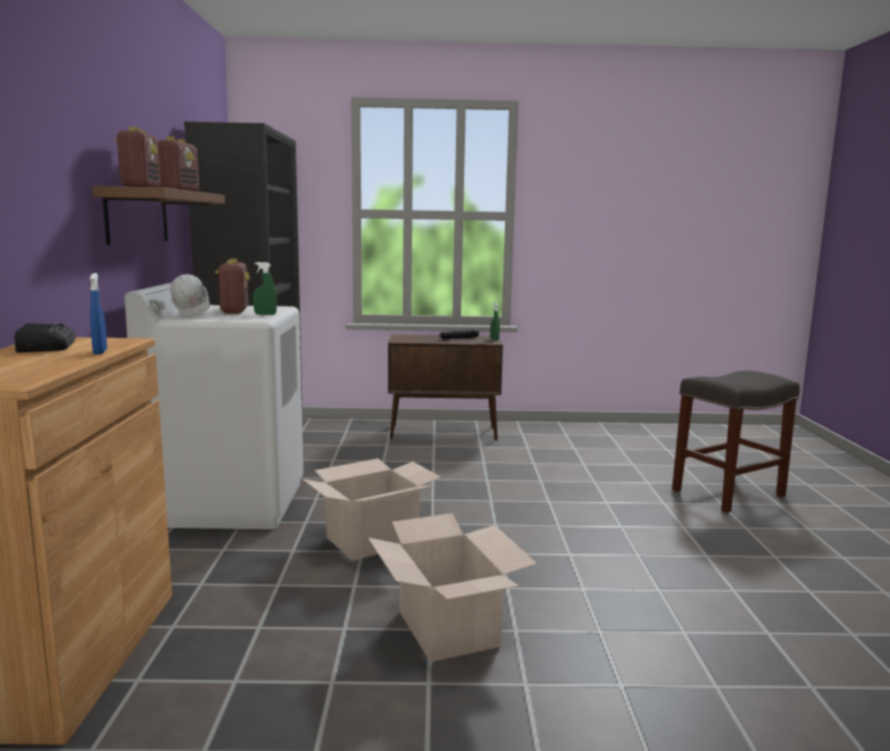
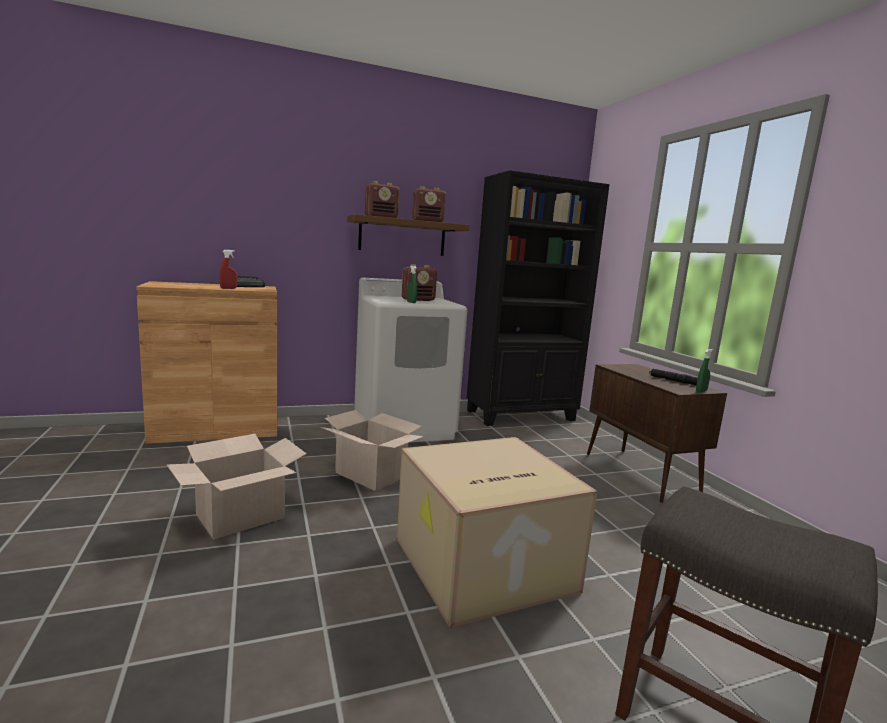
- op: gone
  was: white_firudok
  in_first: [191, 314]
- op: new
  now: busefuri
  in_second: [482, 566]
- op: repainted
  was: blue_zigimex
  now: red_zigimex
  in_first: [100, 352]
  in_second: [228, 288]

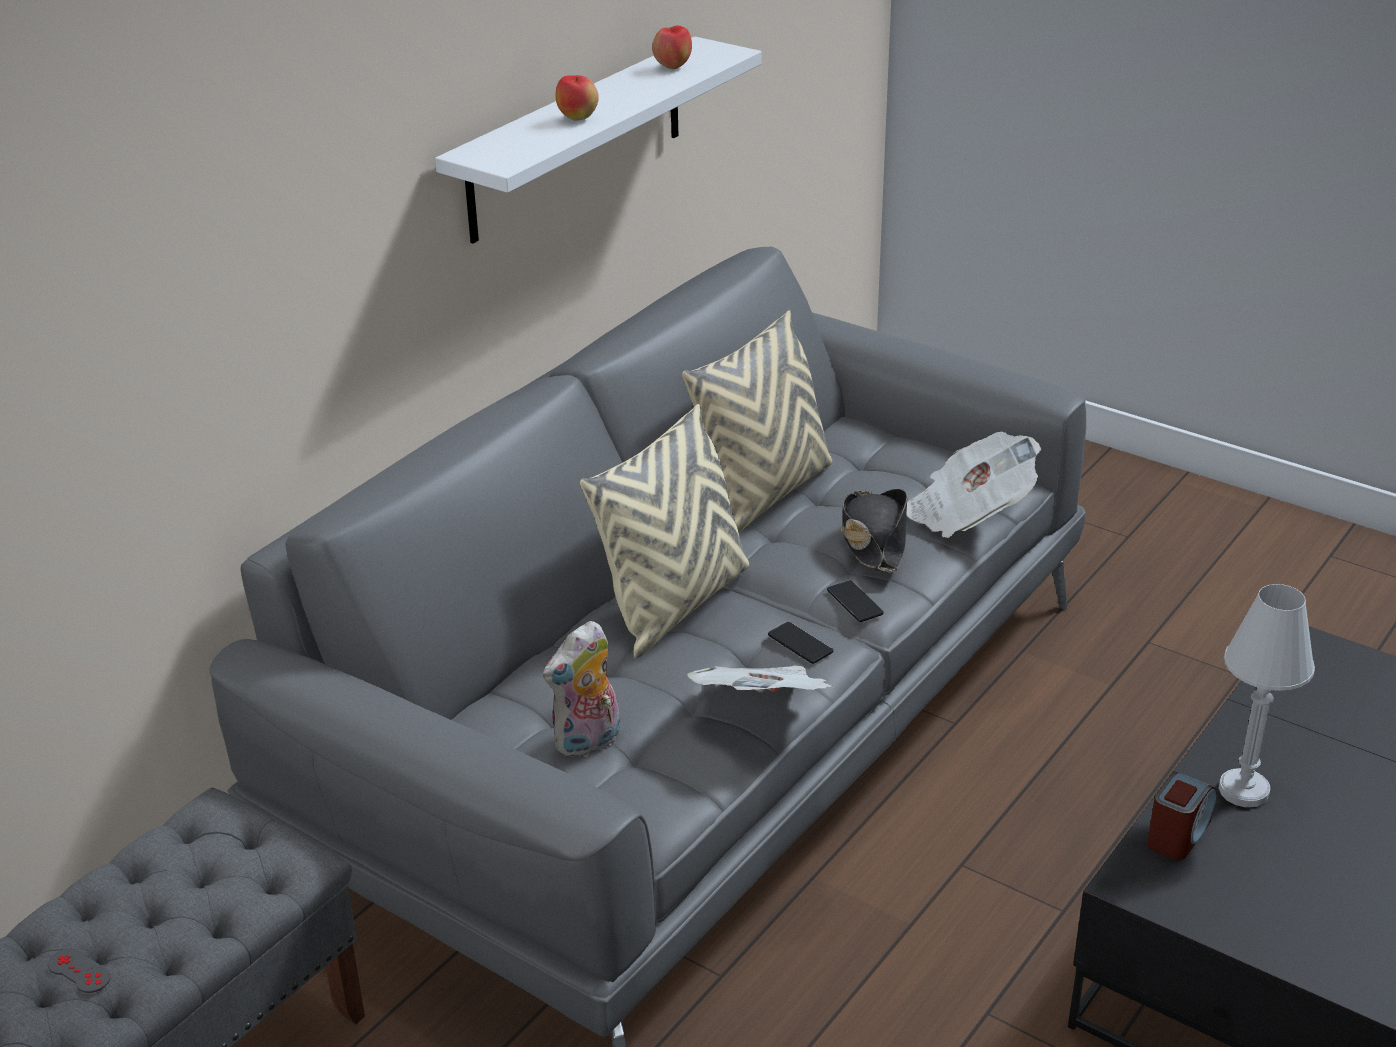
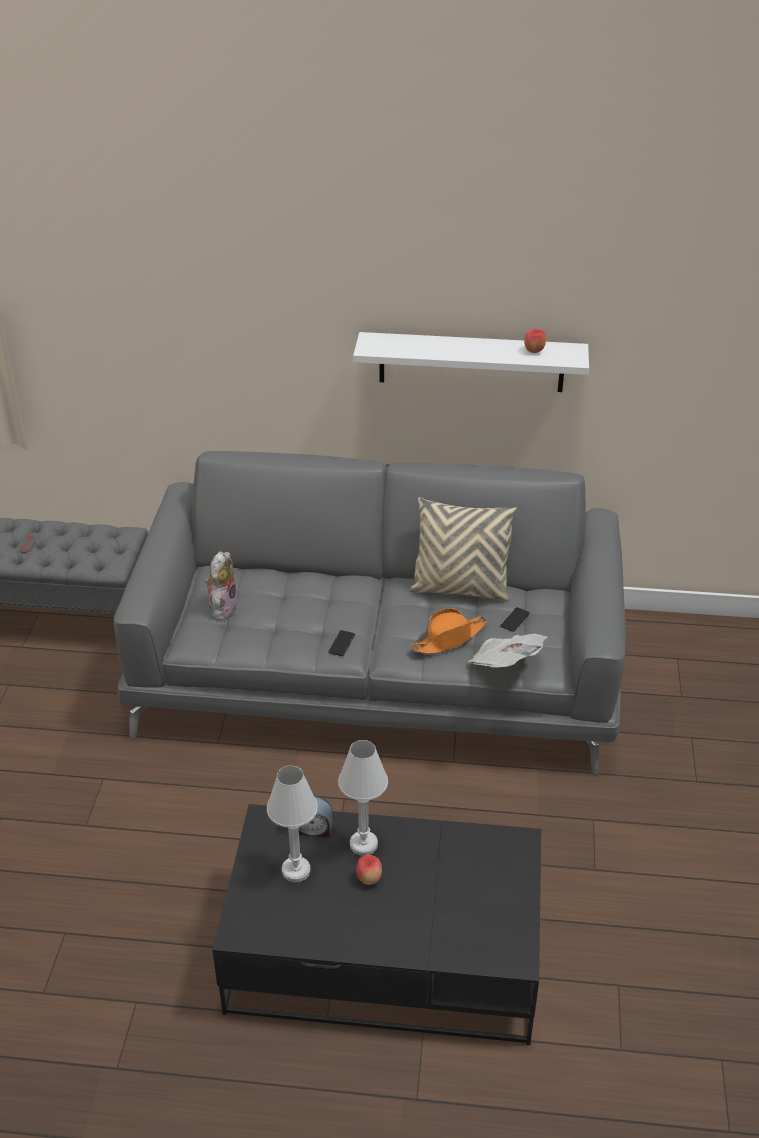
- op: gone
  was: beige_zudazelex
  in_first: [674, 604]
- op: gone
  was: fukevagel
  in_first: [763, 708]
- op: new
  now: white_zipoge
  in_second: [296, 870]
- op: shifted
  was: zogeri
  in_first: [578, 118]
  in_second: [369, 879]
- op: shifted
  was: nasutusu
  in_first: [855, 602]
  in_second: [515, 620]
- op: repainted
  was: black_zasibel
  now: orange_zasibel
  in_first: [873, 540]
  in_second: [449, 638]
- op: rotated
  was: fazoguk
  in_first: [588, 743]
  in_second: [222, 607]
  clockwise: 90

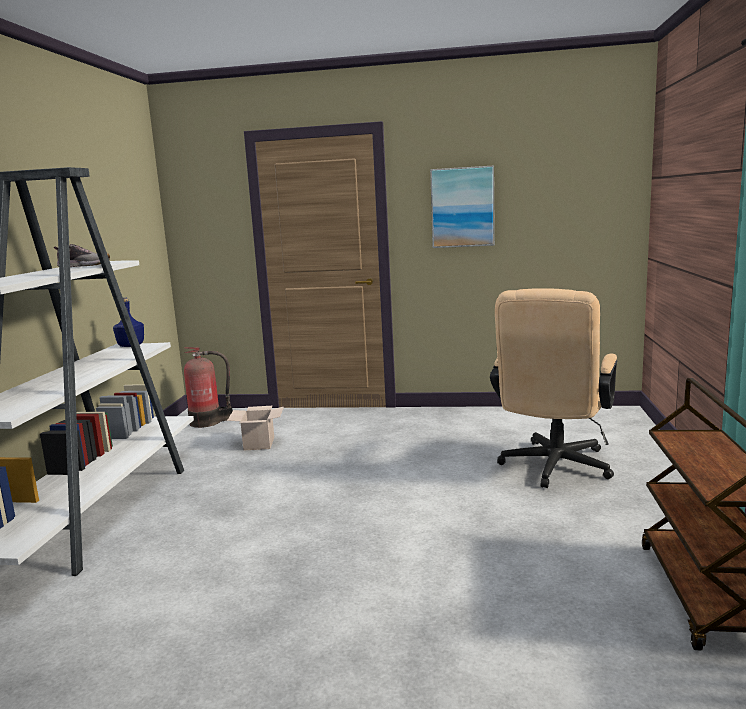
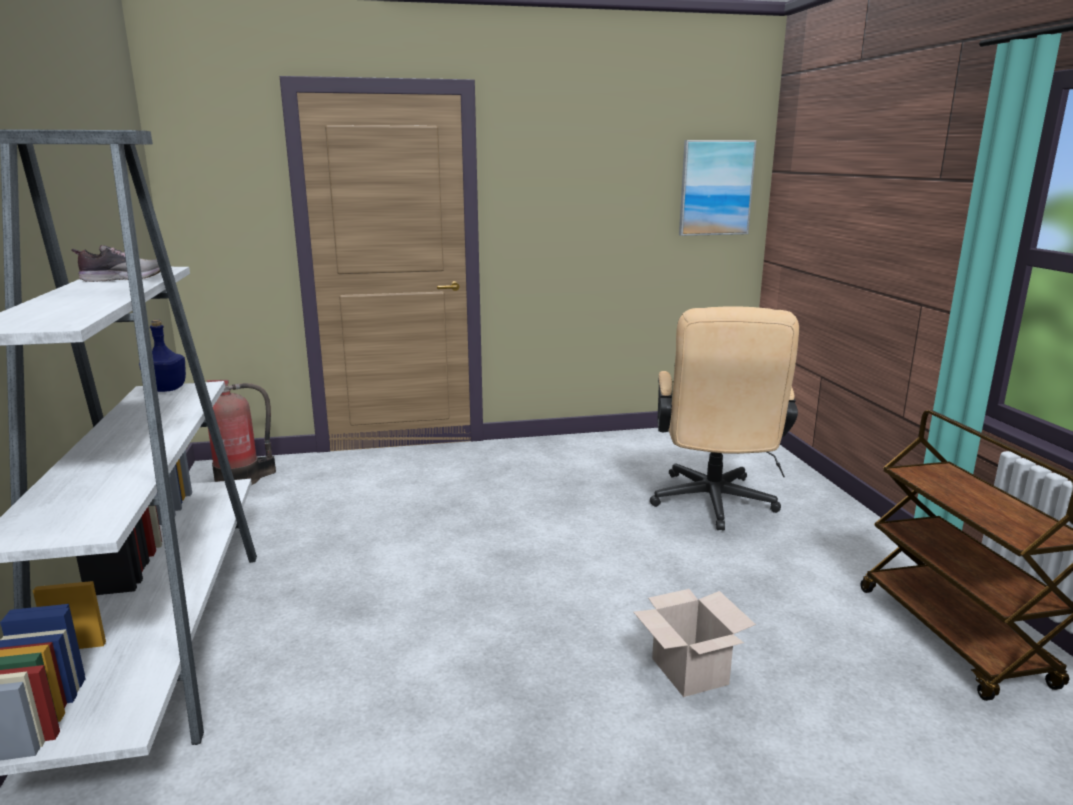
- op: shifted
  was: busefuri
  in_first: [258, 443]
  in_second: [687, 670]
- op: shifted
  was: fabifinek
  in_first: [462, 207]
  in_second: [715, 188]

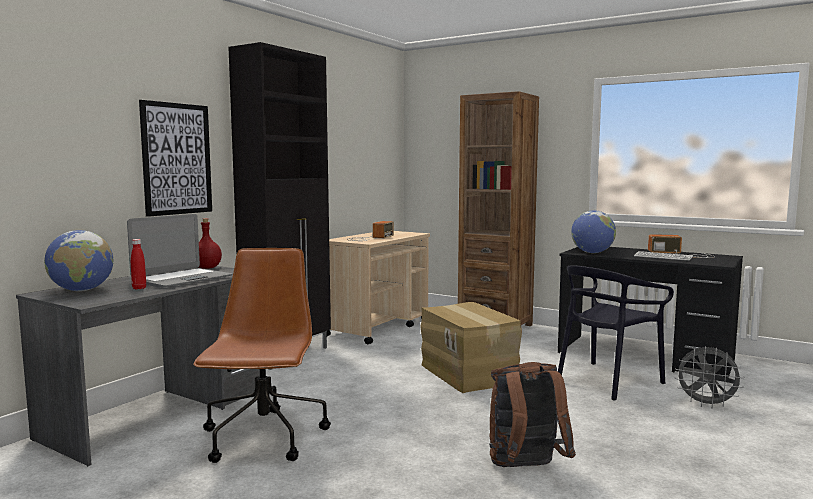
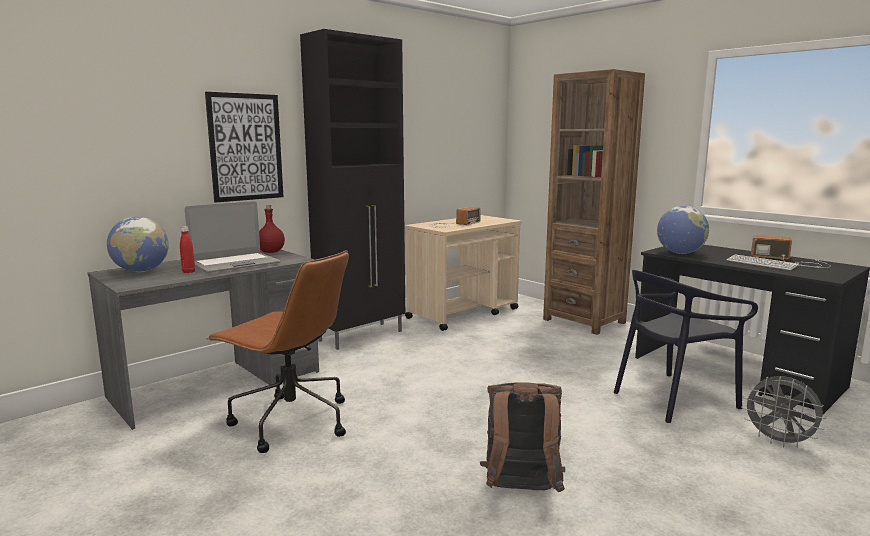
- op: gone
  was: busefuri
  in_first: [469, 373]
- op: rotated
  was: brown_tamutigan
  in_first: [264, 438]
  in_second: [289, 421]
  clockwise: 105

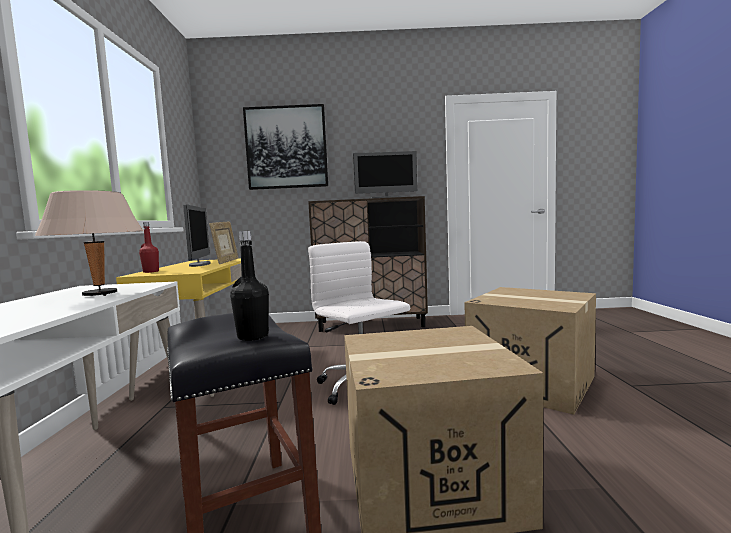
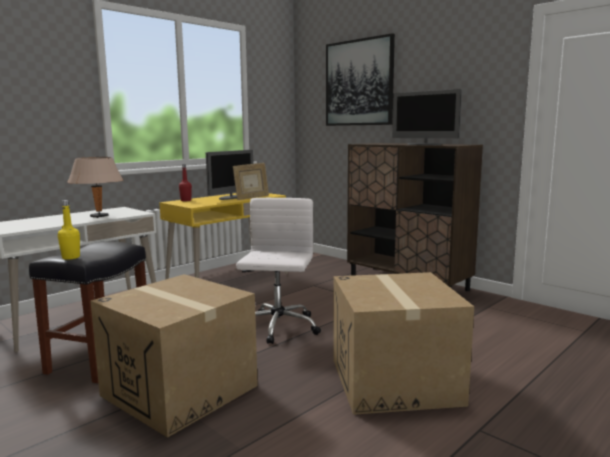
- op: repainted
  was: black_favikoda
  now: yellow_favikoda
  in_first: [253, 336]
  in_second: [71, 257]

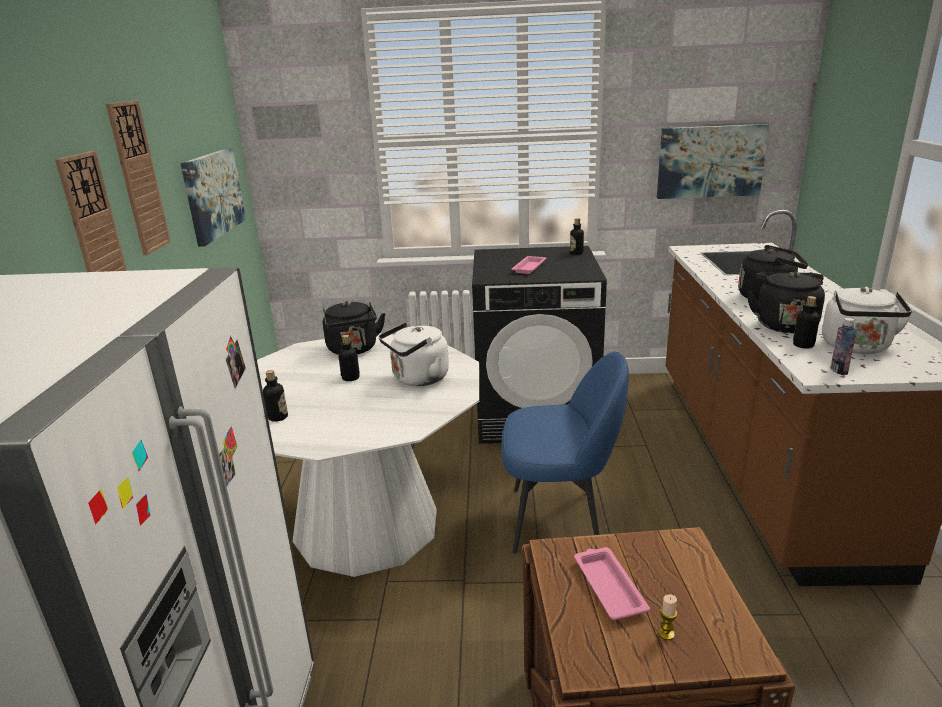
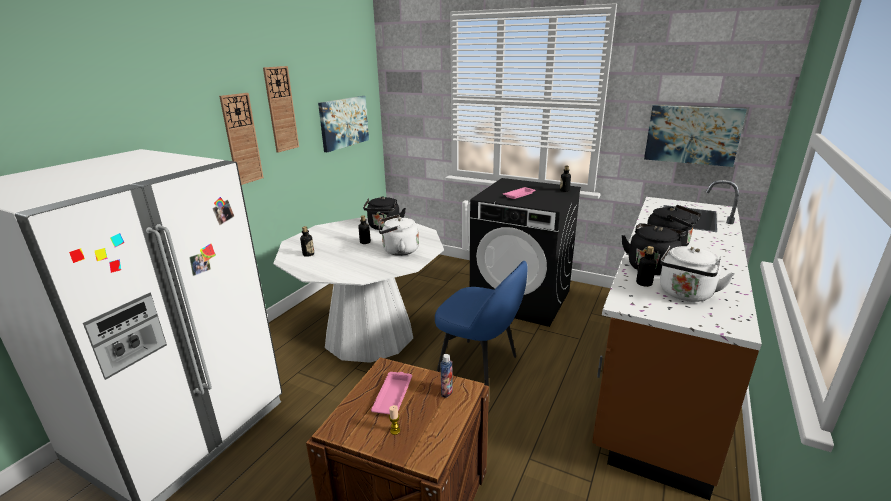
- op: shifted
  was: favikoda
  in_first: [838, 370]
  in_second: [446, 392]

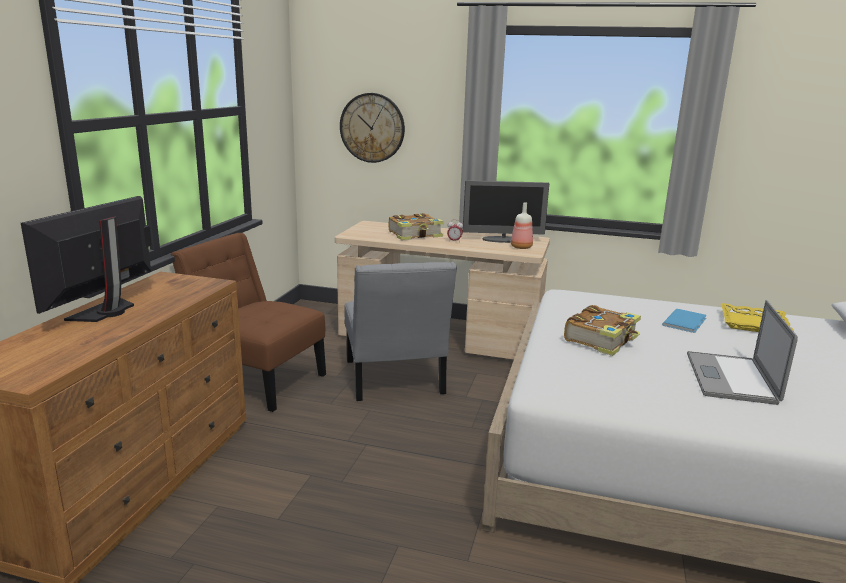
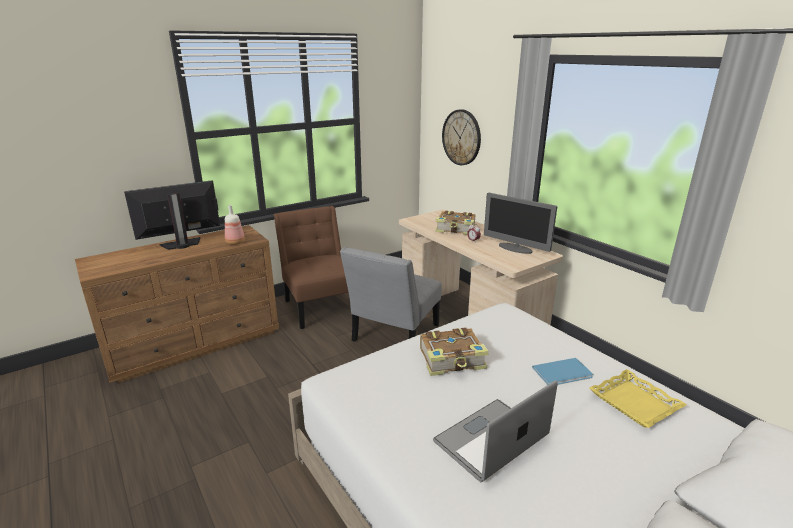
- op: shifted
  was: favikoda
  in_first: [520, 247]
  in_second: [235, 242]

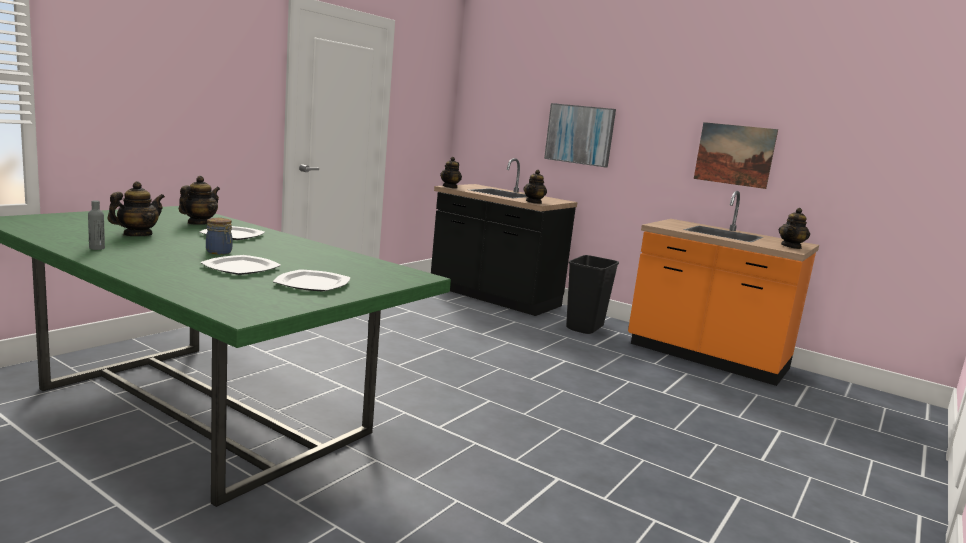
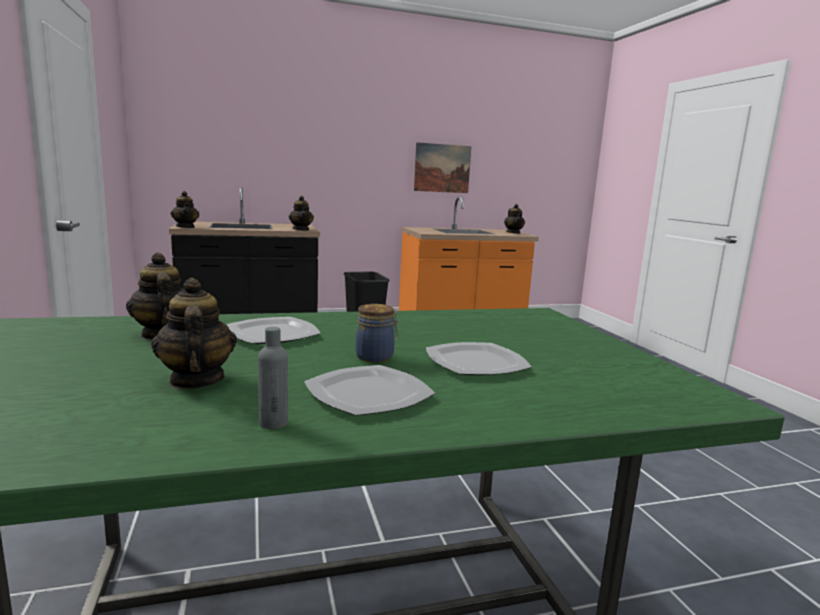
- op: gone
  was: fabifinek
  in_first: [579, 134]
- op: shifted
  was: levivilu
  in_first: [313, 283]
  in_second: [369, 393]

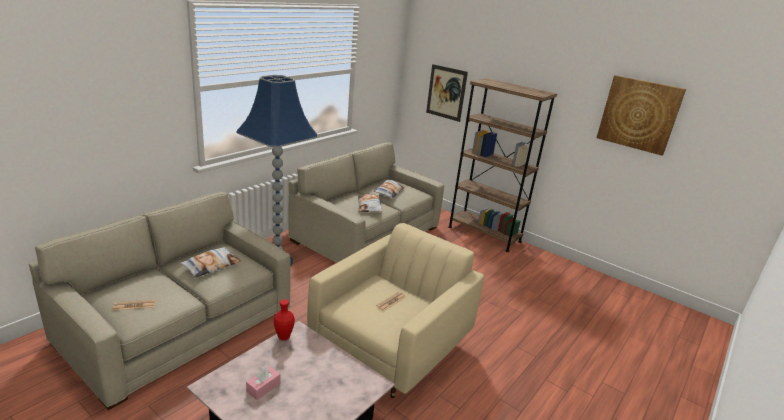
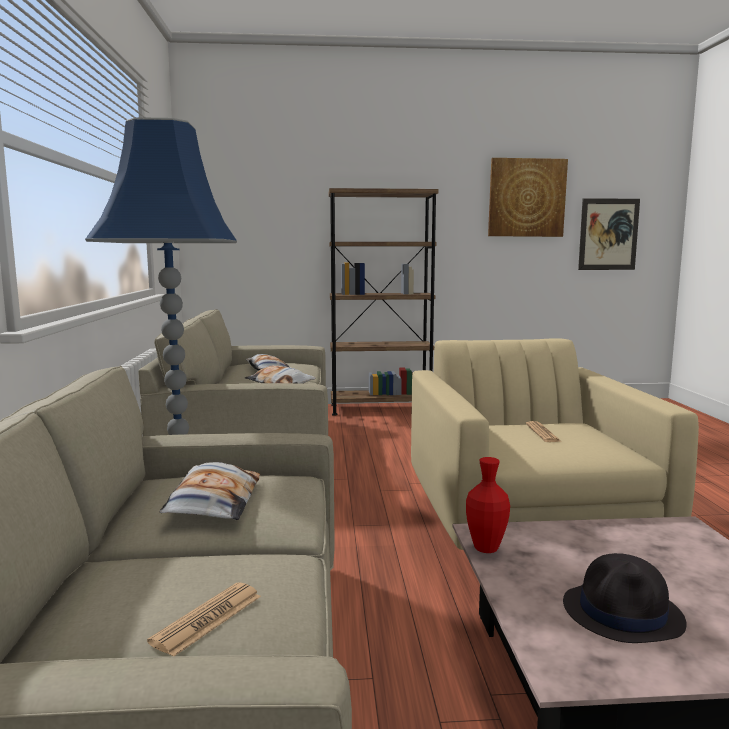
- op: shifted
  was: fabifinek
  in_first: [446, 92]
  in_second: [608, 234]
- op: swapped
  was: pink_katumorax
  now: black_zasibel
  in_first: [263, 387]
  in_second: [623, 613]

